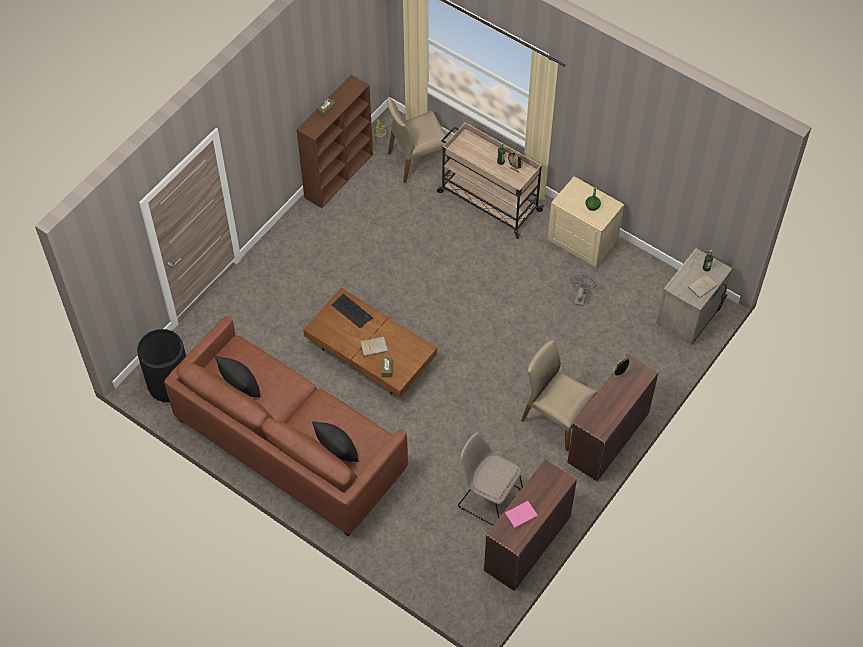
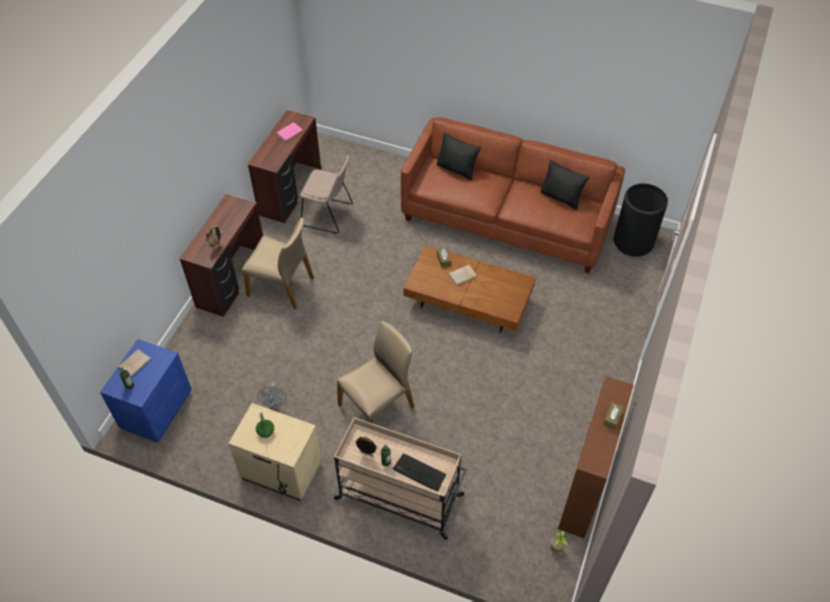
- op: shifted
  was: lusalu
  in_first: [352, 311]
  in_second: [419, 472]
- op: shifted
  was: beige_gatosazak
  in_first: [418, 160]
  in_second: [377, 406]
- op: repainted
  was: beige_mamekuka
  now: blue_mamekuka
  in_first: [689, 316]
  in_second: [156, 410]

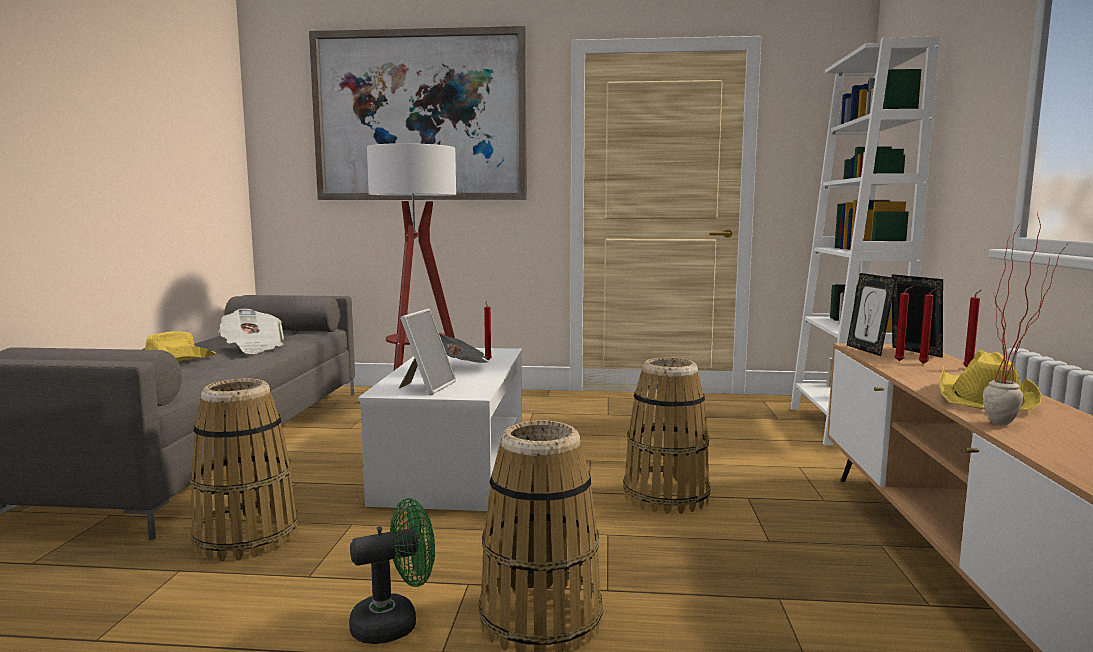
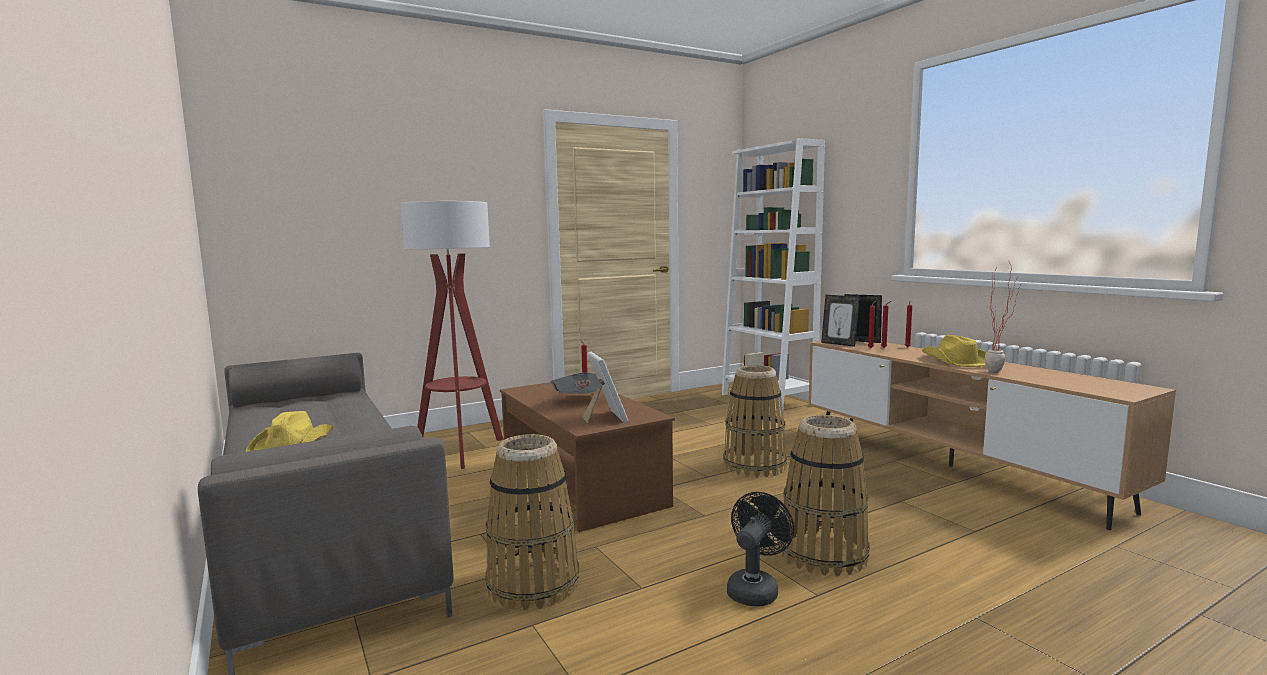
- op: gone
  was: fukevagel
  in_first: [253, 348]
- op: gone
  was: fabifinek
  in_first: [420, 117]
- op: repainted
  was: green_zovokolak
  now: black_zovokolak
  in_first: [395, 623]
  in_second: [755, 589]
- op: repainted
  was: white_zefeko
  now: brown_zefeko
  in_first: [454, 464]
  in_second: [581, 484]

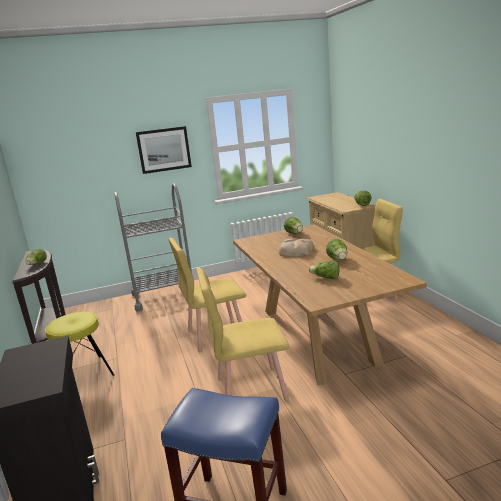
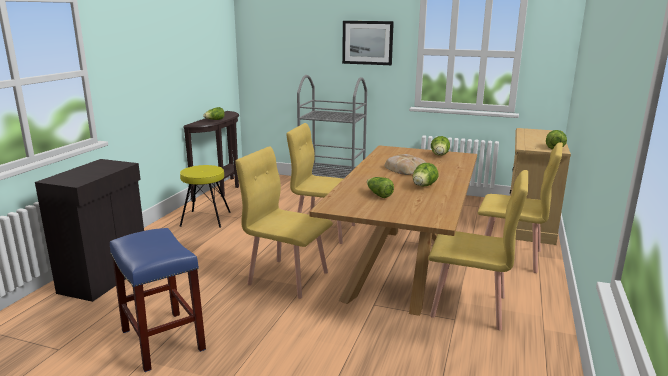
- op: new
  now: yellow_gatosazak
  in_second: [469, 307]

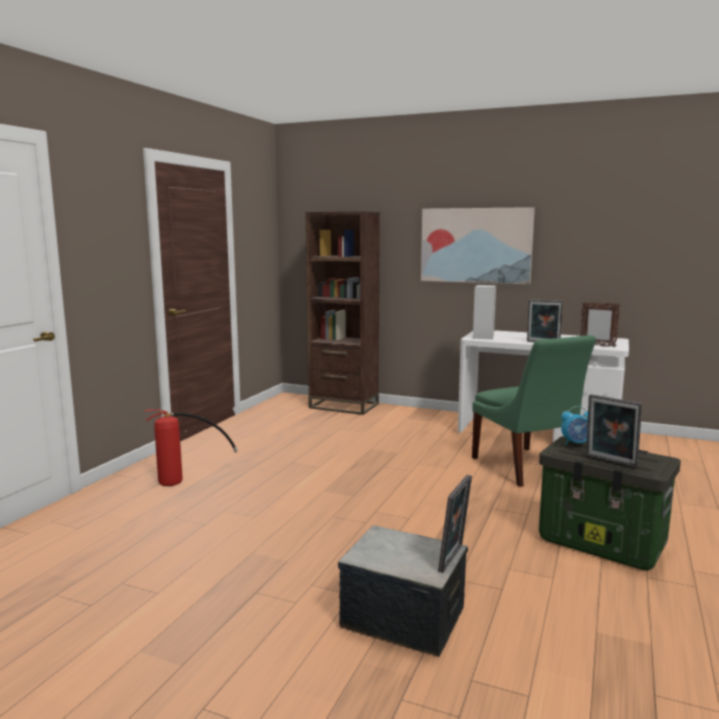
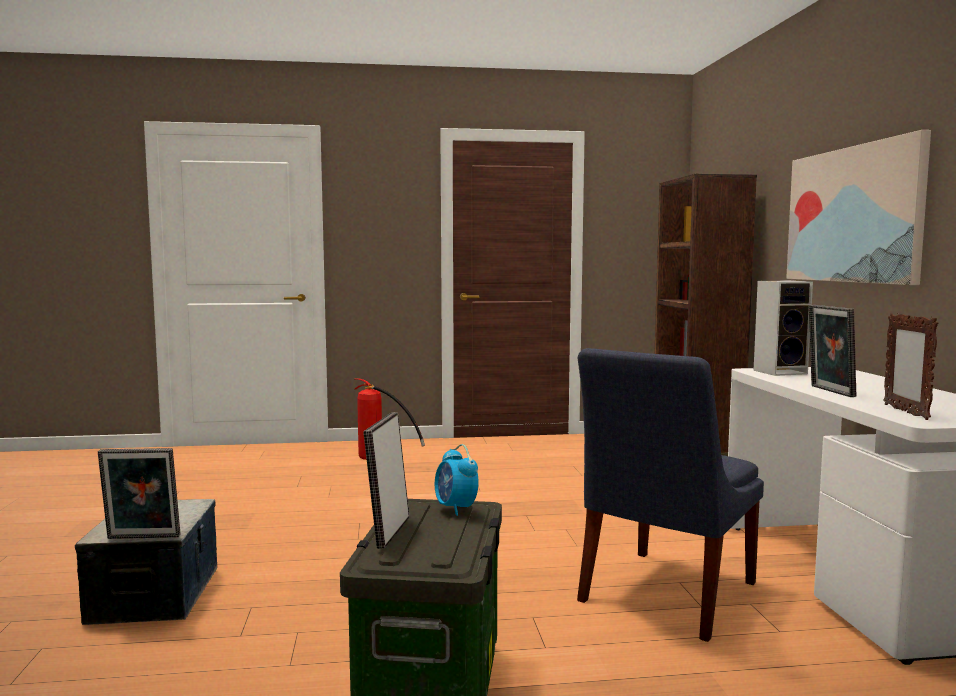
- op: repainted
  was: green_gatosazak
  now: blue_gatosazak
  in_first: [526, 468]
  in_second: [664, 594]

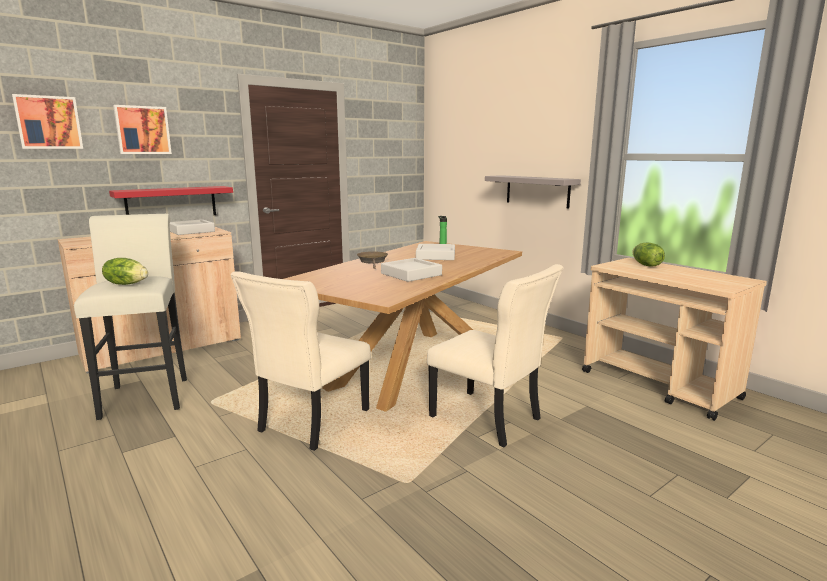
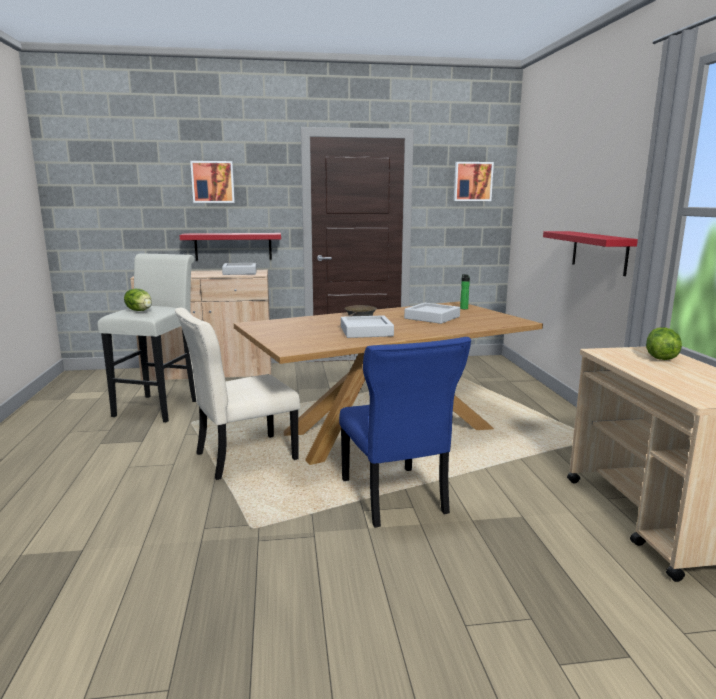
- op: shifted
  was: fabifinek
  in_first: [48, 122]
  in_second: [472, 181]
- op: repainted
  was: beige_gatosazak
  now: blue_gatosazak
  in_first: [488, 419]
  in_second: [394, 498]
- op: repainted
  was: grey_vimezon
  now: red_vimezon
  in_first: [537, 191]
  in_second: [599, 252]

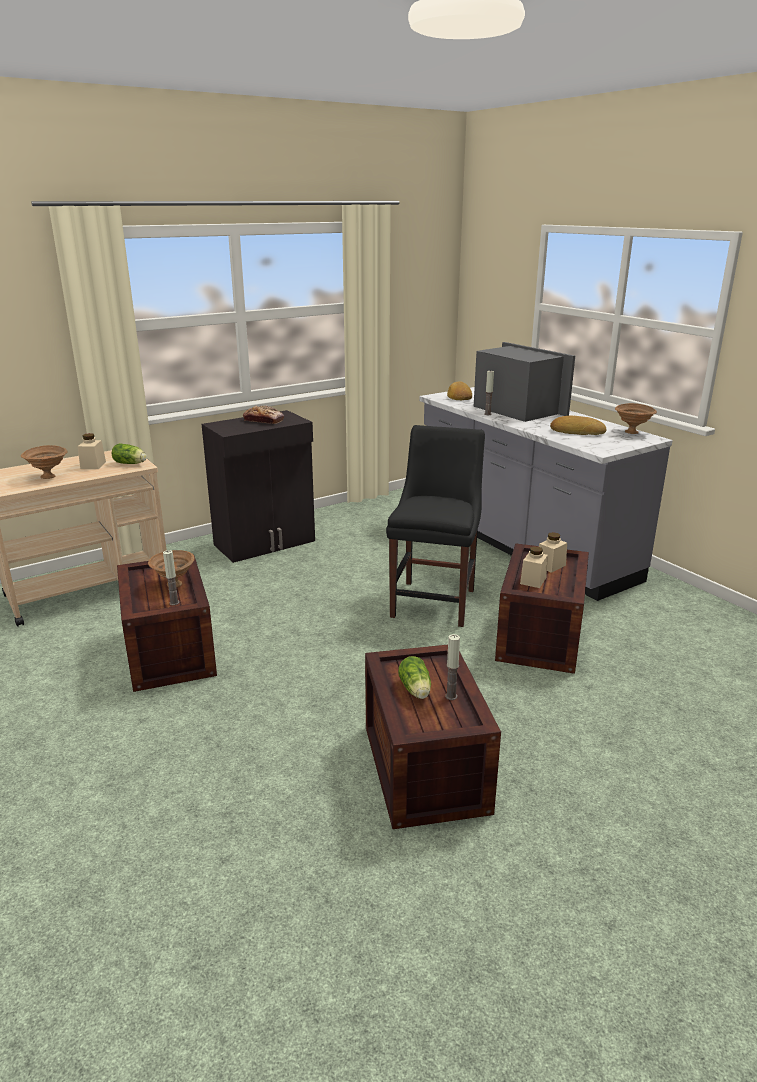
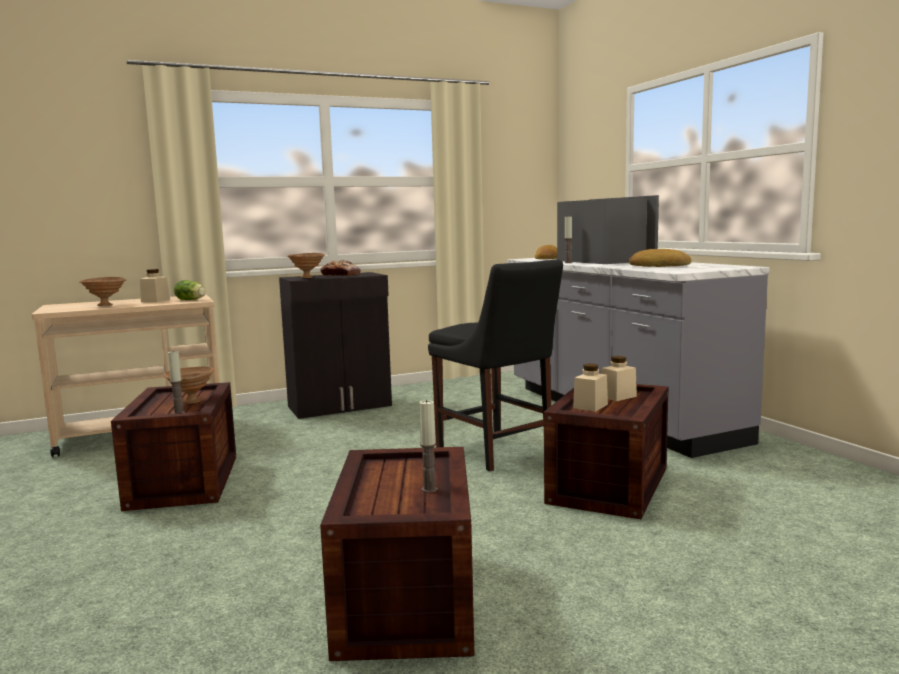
- op: gone
  was: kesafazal
  in_first: [416, 690]
- op: shifted
  was: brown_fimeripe
  in_first: [632, 432]
  in_second: [308, 278]
- op: rotated
  was: black_gatosazak
  in_first: [435, 601]
  in_second: [496, 452]
  clockwise: 120

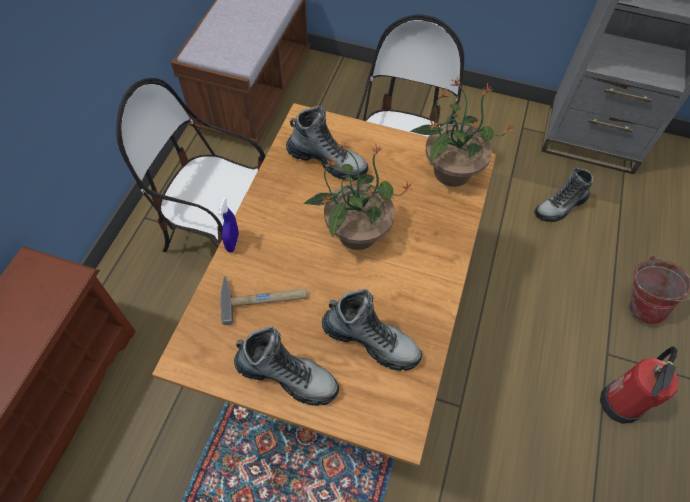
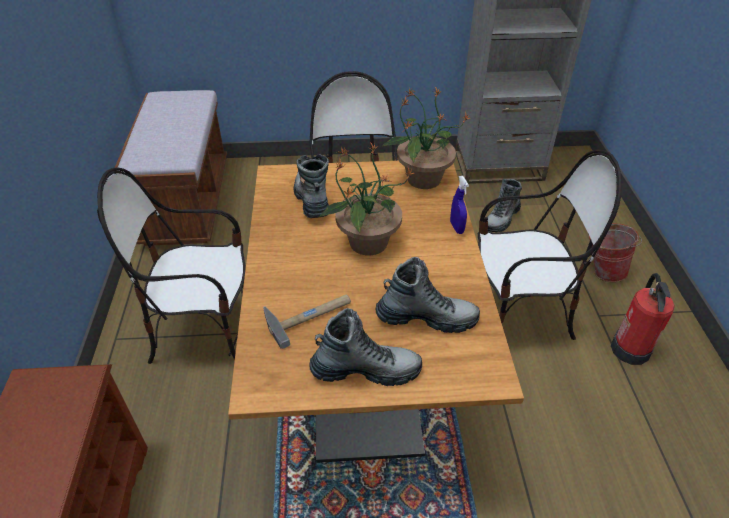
- op: new
  now: gatosazak
  in_second: [517, 317]
- op: shifted
  was: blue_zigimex
  in_first: [232, 242]
  in_second: [456, 227]
- op: rotated
  was: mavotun
  in_first: [327, 161]
  in_second: [312, 198]
  clockwise: -105

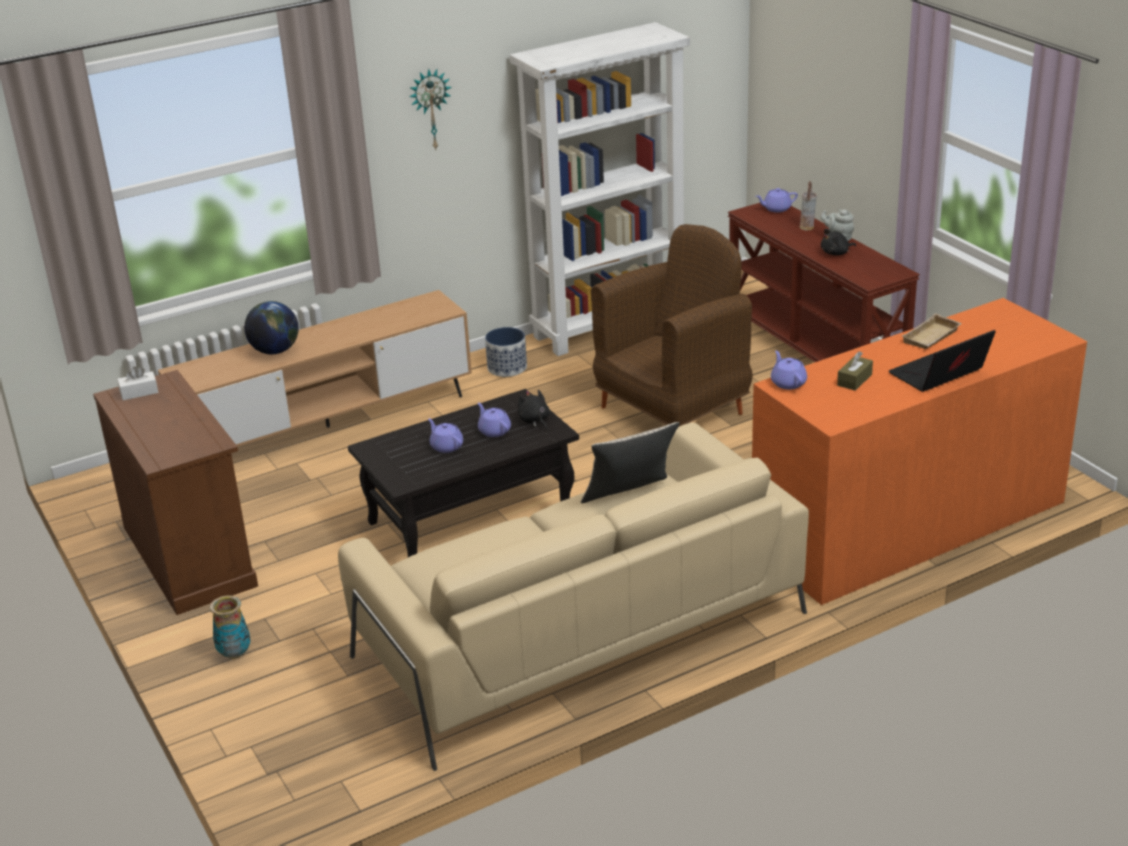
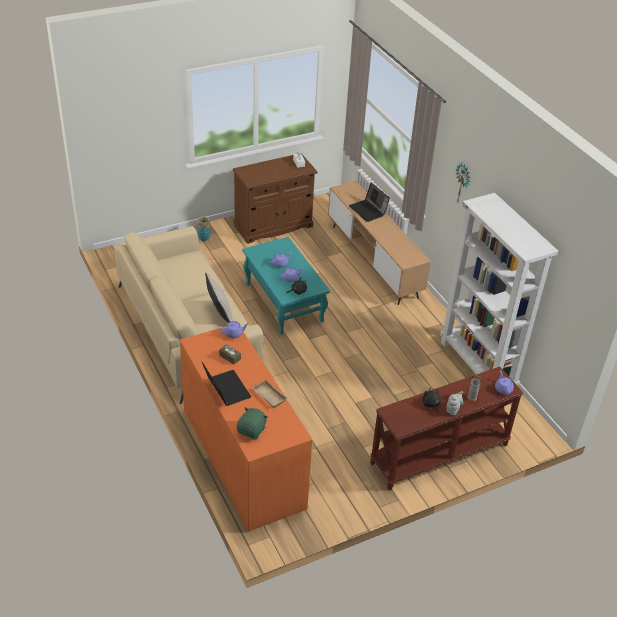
- op: gone
  was: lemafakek
  in_first: [507, 368]
- op: gone
  was: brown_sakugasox
  in_first: [673, 410]
- op: new
  now: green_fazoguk
  in_second: [252, 430]
- op: swapped
  was: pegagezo
  now: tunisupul
  in_first: [275, 351]
  in_second: [368, 211]
- op: repainted
  was: black_zefeko
  now: turquoise_zefeko
  in_first: [468, 518]
  in_second: [283, 302]

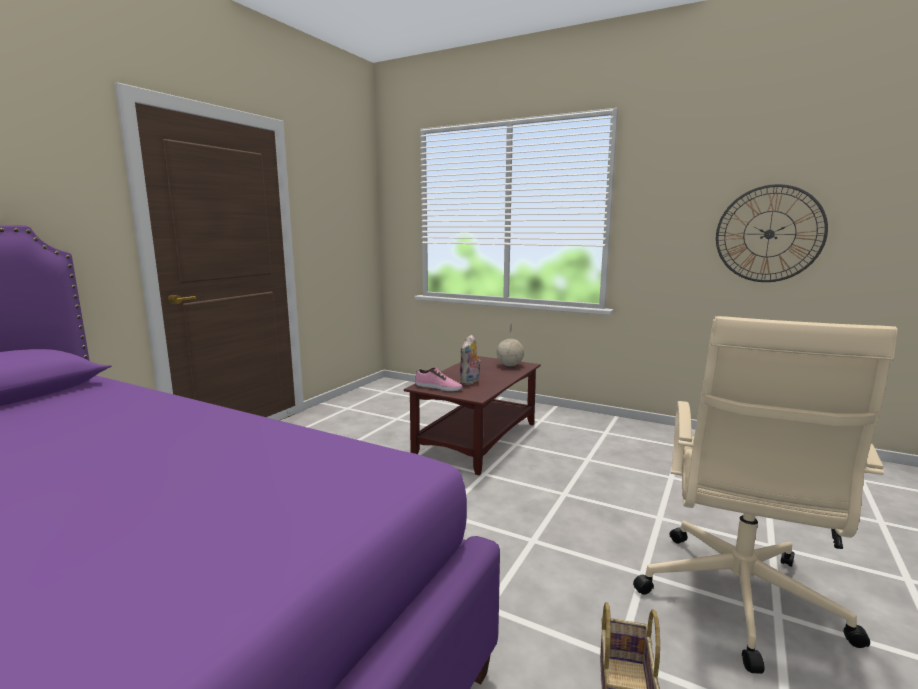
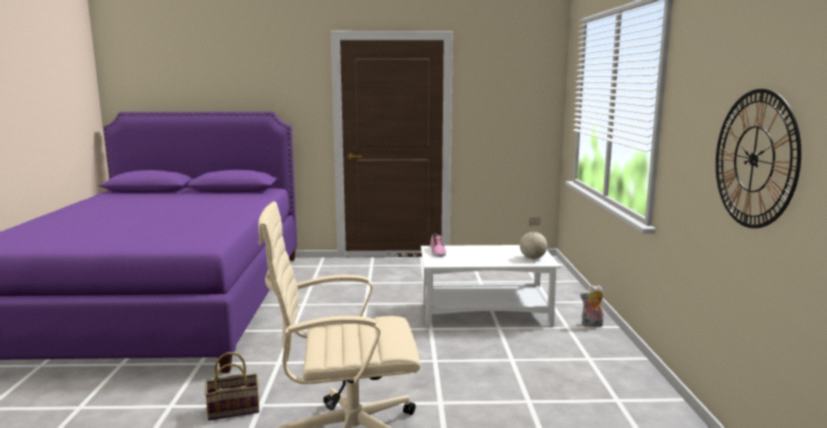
- op: shifted
  was: fazoguk
  in_first: [470, 382]
  in_second: [591, 325]
- op: repainted
  was: brown_zefeko
  now: white_zefeko
  in_first: [477, 439]
  in_second: [486, 313]

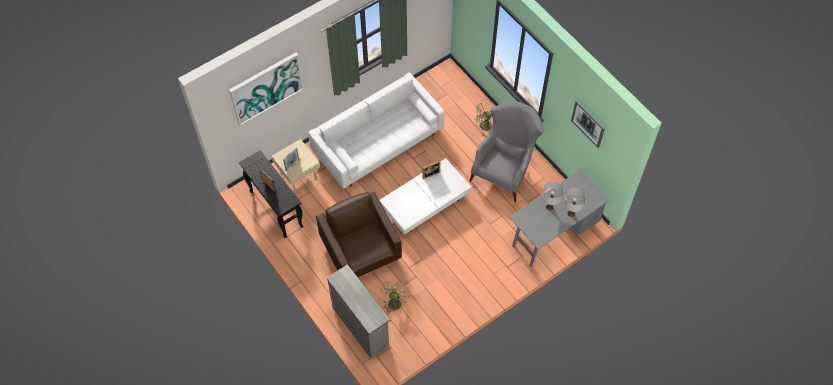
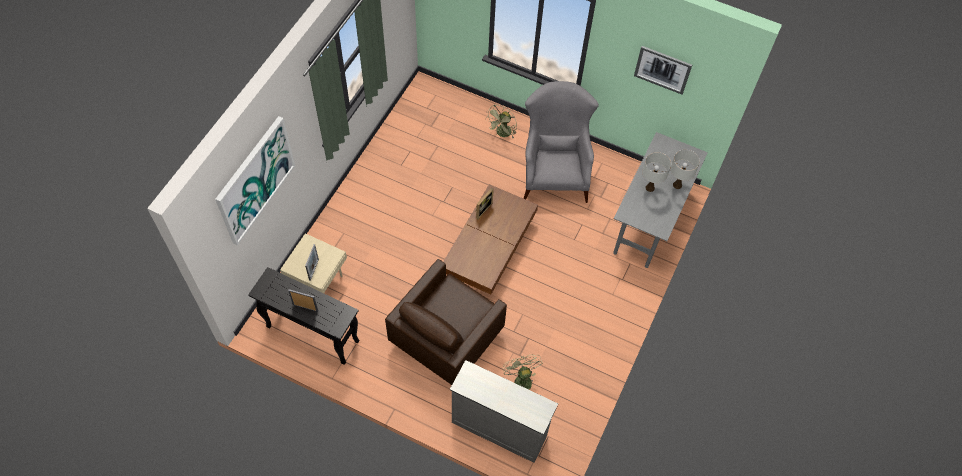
- op: gone
  was: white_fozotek
  in_first: [378, 143]
- op: repainted
  was: white_zefeko
  now: brown_zefeko
  in_first: [425, 204]
  in_second: [488, 249]
- op: rotated
  was: brown_sakugasox
  in_first: [361, 251]
  in_second: [447, 338]
  clockwise: -90

